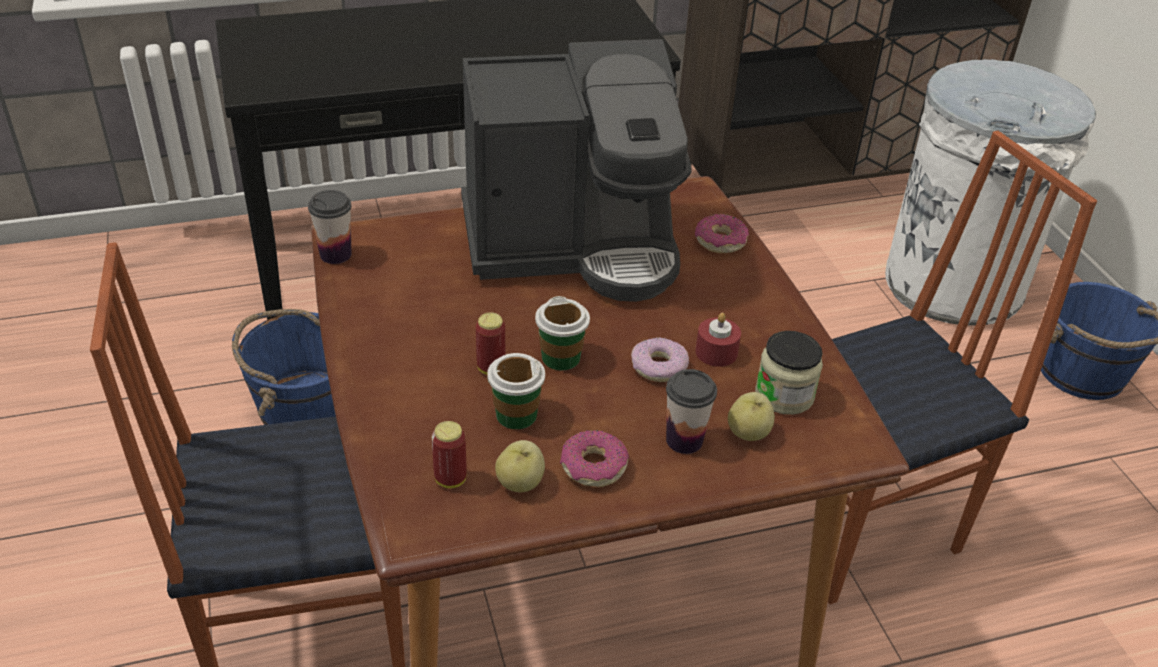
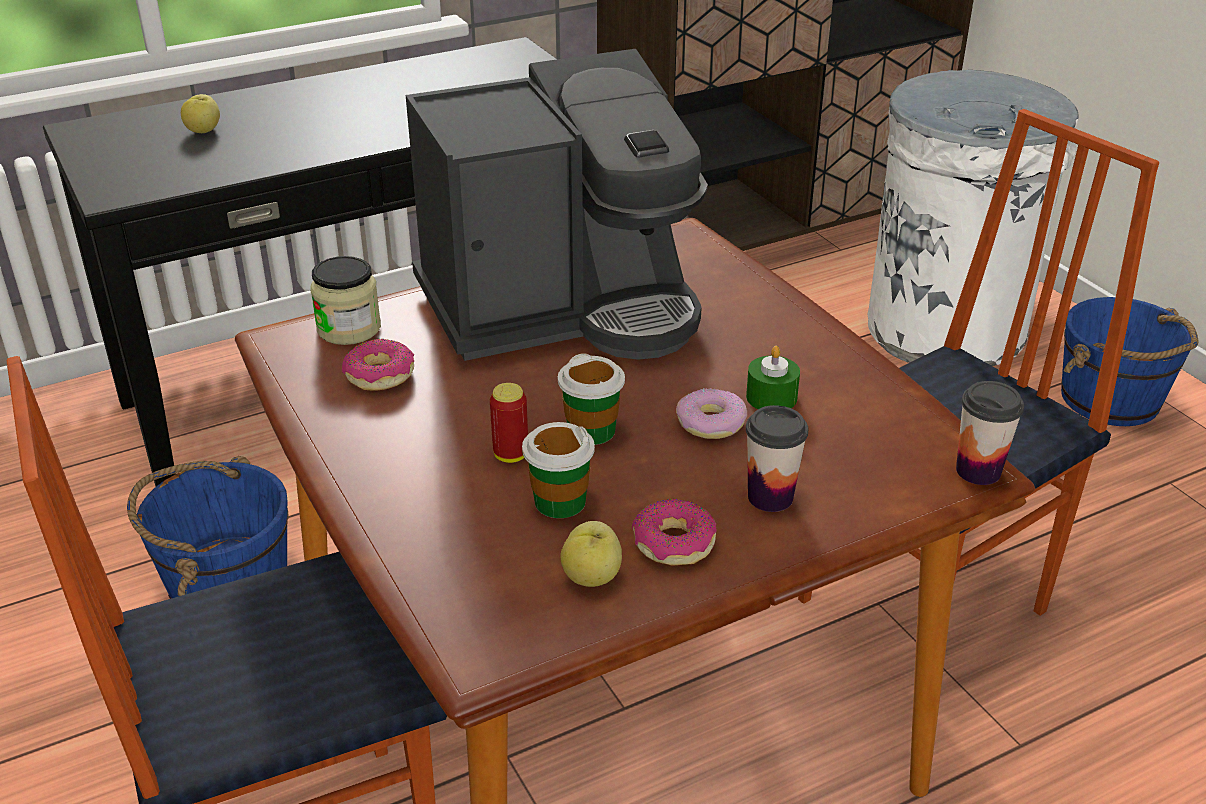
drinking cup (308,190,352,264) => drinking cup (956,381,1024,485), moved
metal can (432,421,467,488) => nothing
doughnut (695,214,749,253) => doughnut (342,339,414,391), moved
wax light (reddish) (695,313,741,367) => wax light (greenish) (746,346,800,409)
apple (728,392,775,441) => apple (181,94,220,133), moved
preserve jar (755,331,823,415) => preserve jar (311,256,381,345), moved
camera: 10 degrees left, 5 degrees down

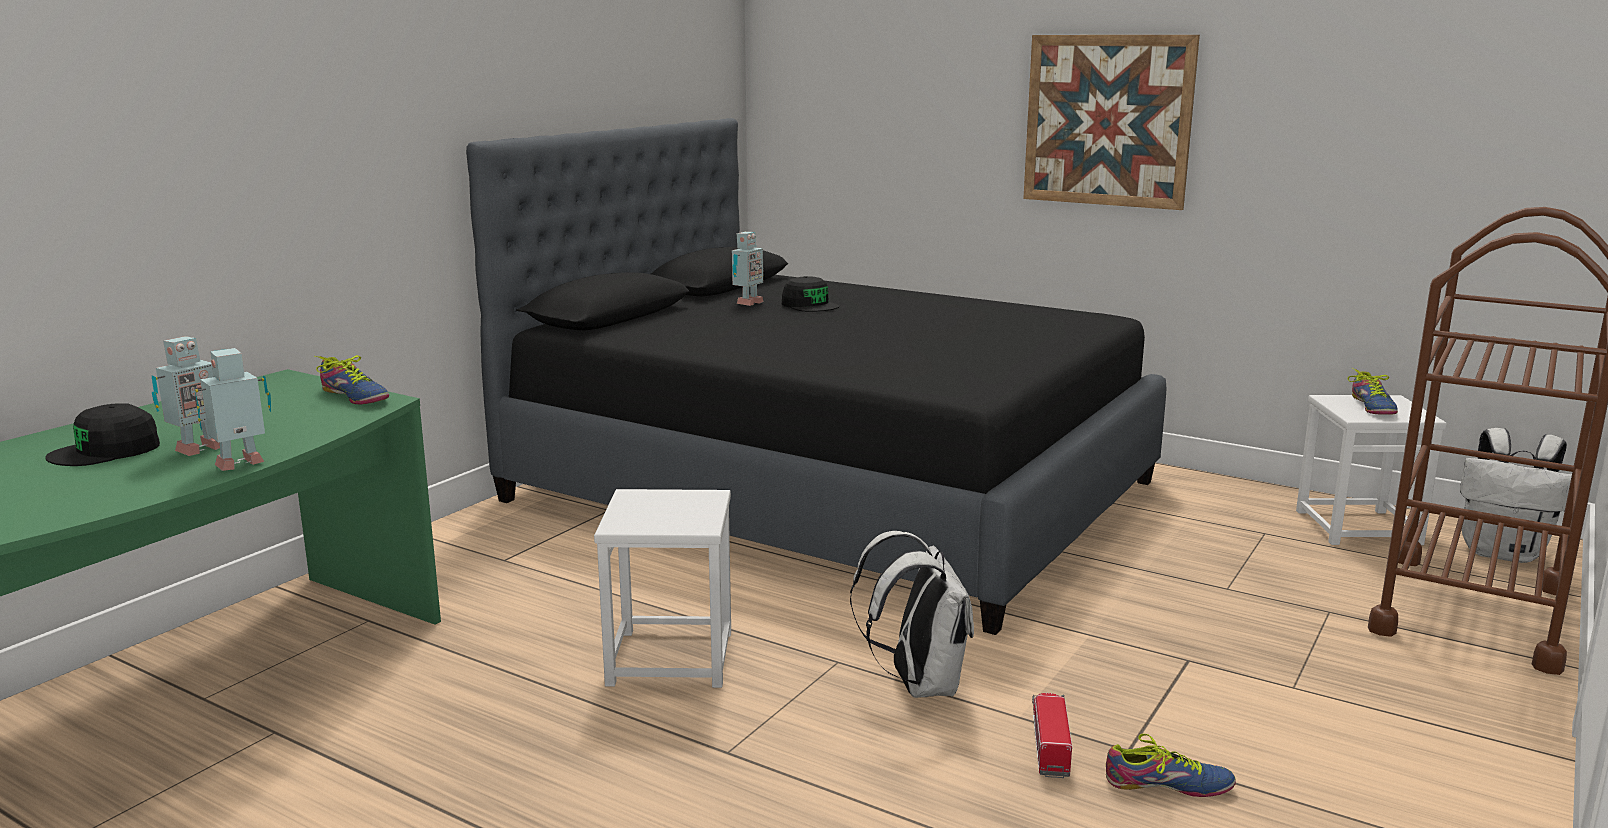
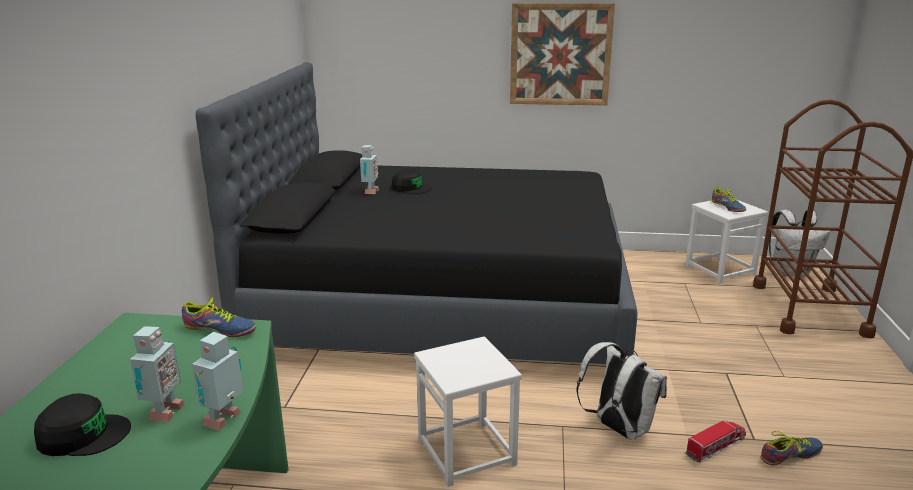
cap (blackish) (45,403,160,466) => cap (blackish) (34,393,131,456), 120 degrees counterclockwise
model truck (1032,693,1072,778) => model truck (685,420,746,463), 75 degrees clockwise
camera: 25 degrees left, 5 degrees up

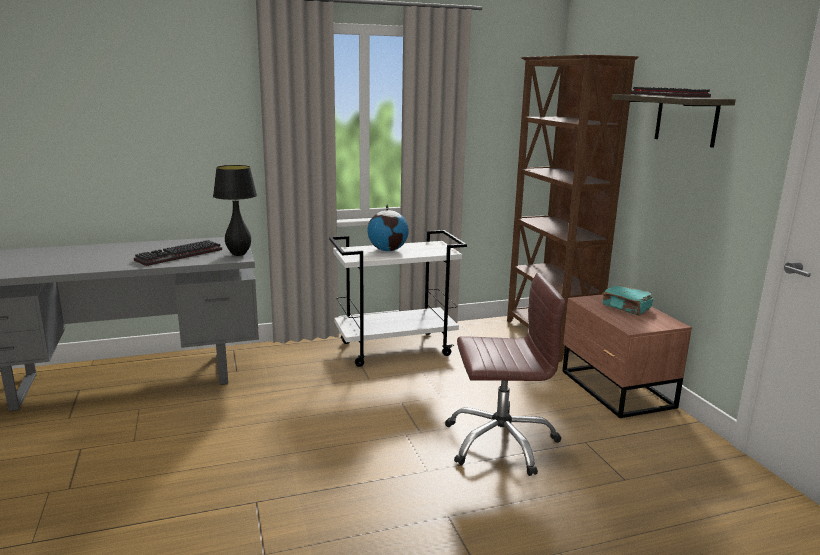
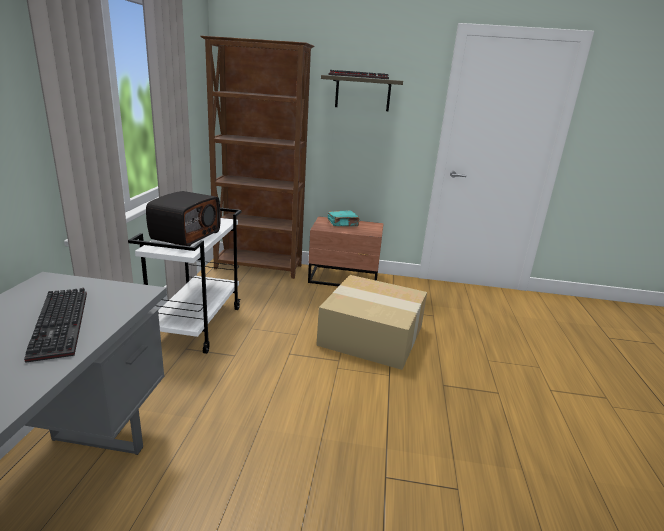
lamp for a table (blackish) (213,165,257,256) => nothing
globe (368,204,409,251) => radio (146,191,221,246)
computer chair (brownish) (445,272,566,476) => packing box (316,275,427,370)
camera: 65 degrees left, 5 degrees up

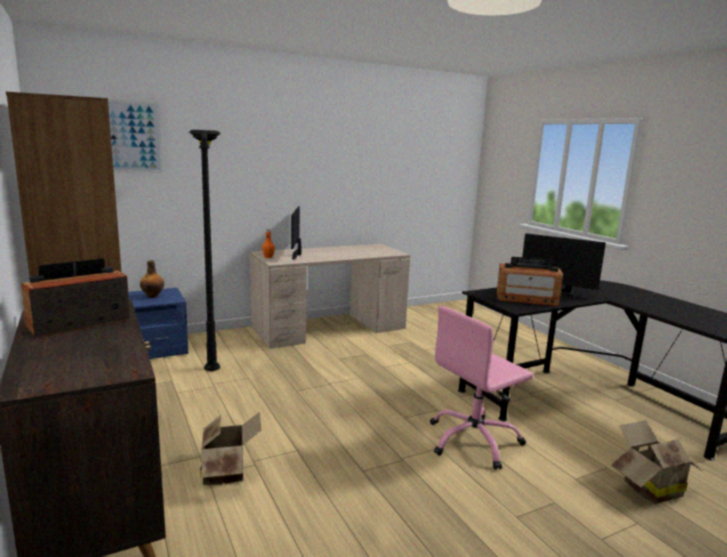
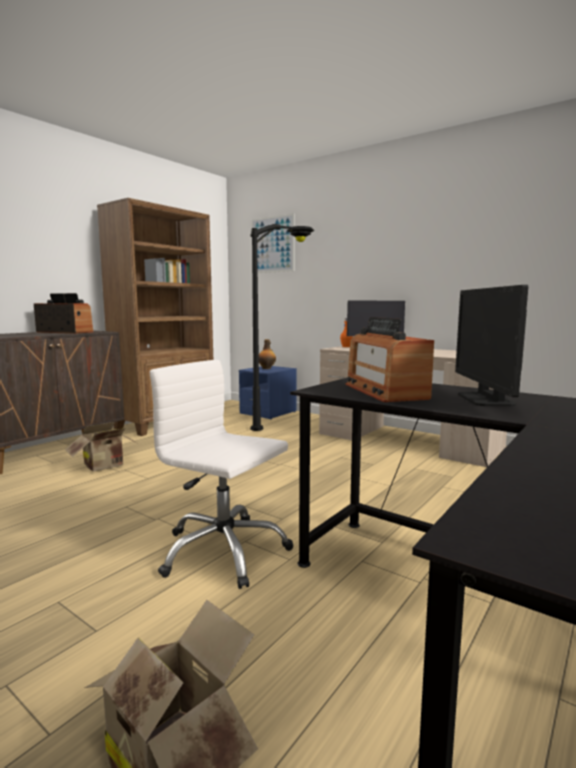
computer chair (pink-coloured) (430,306,533,470) => computer chair (white) (150,360,293,589)
camera: 65 degrees right, 5 degrees down

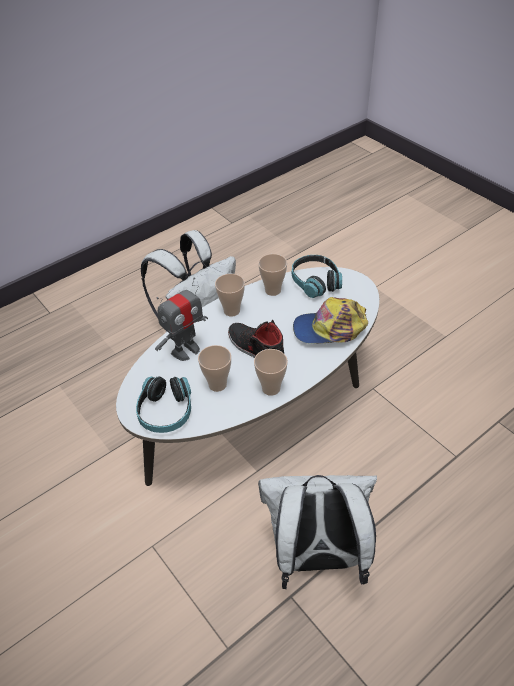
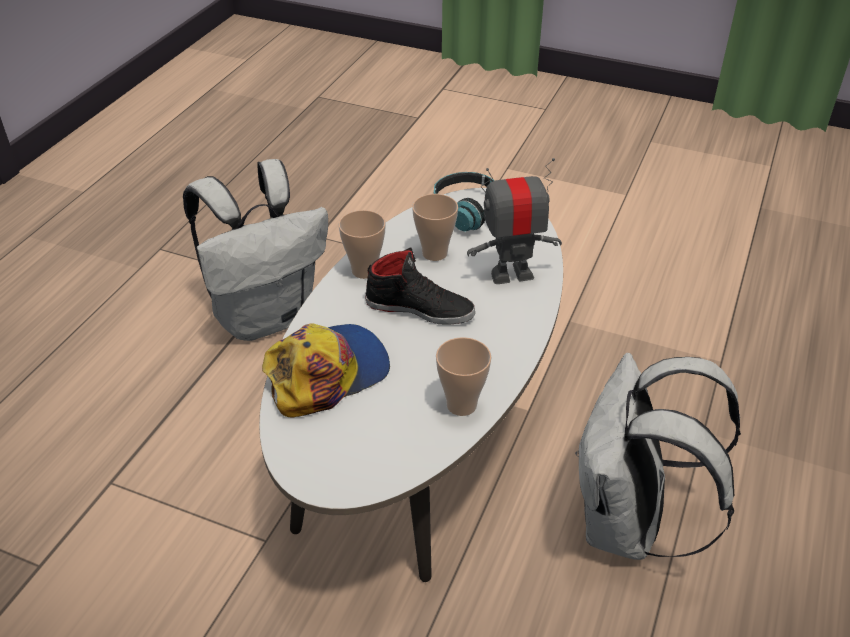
toy robot (155,277,208,361) => toy robot (467,158,562,284), 60 degrees clockwise
drinking cup (215,274,245,317) => nothing
headset (292,255,342,298) => nothing
camera: 150 degrees right, 5 degrees down

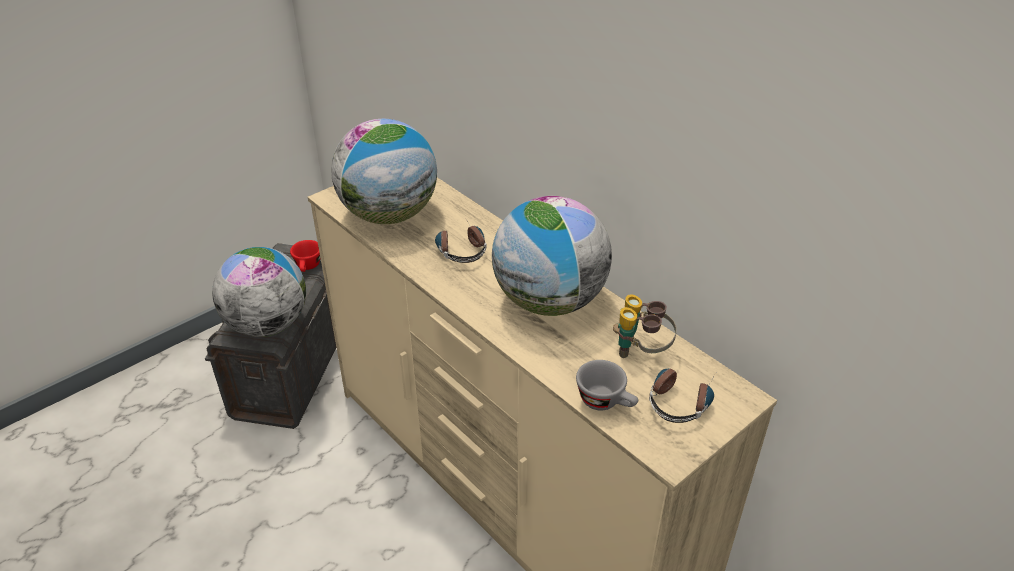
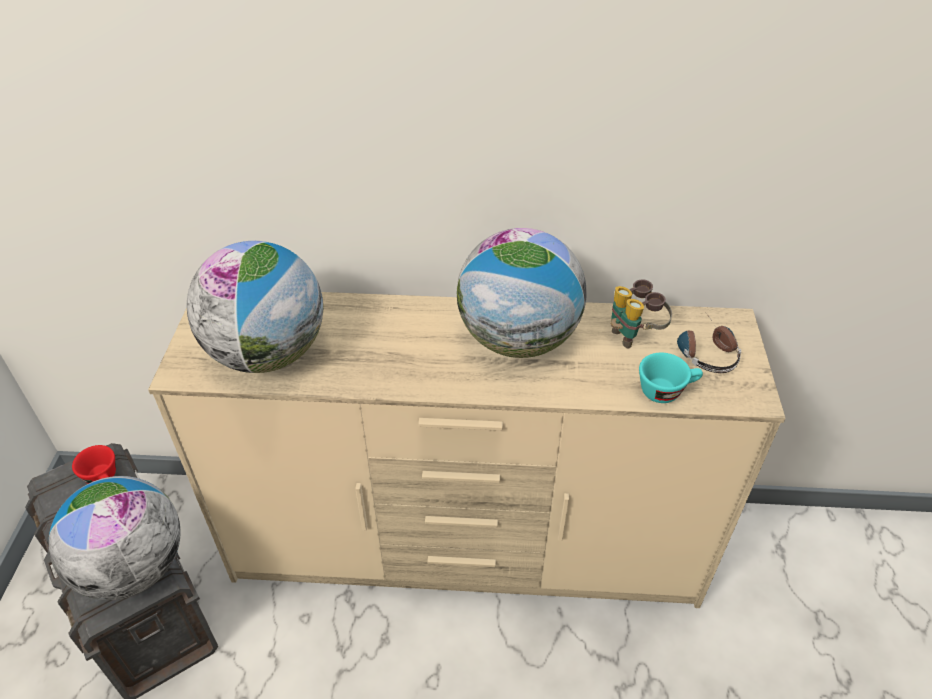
headset (435,219,486,263) => nothing
drinking cup (grey) (576,360,638,411) => drinking cup (blue-green) (639,353,703,403)
camera: 45 degrees left, 5 degrees up

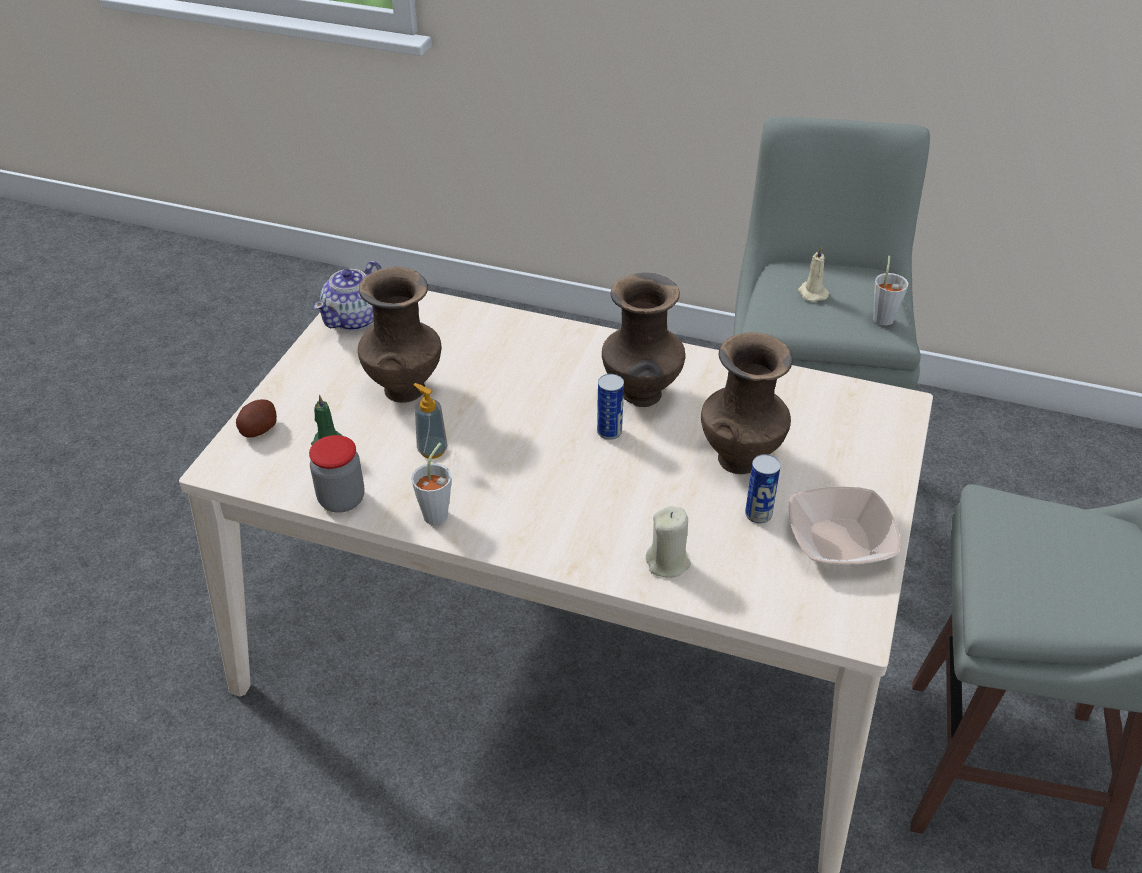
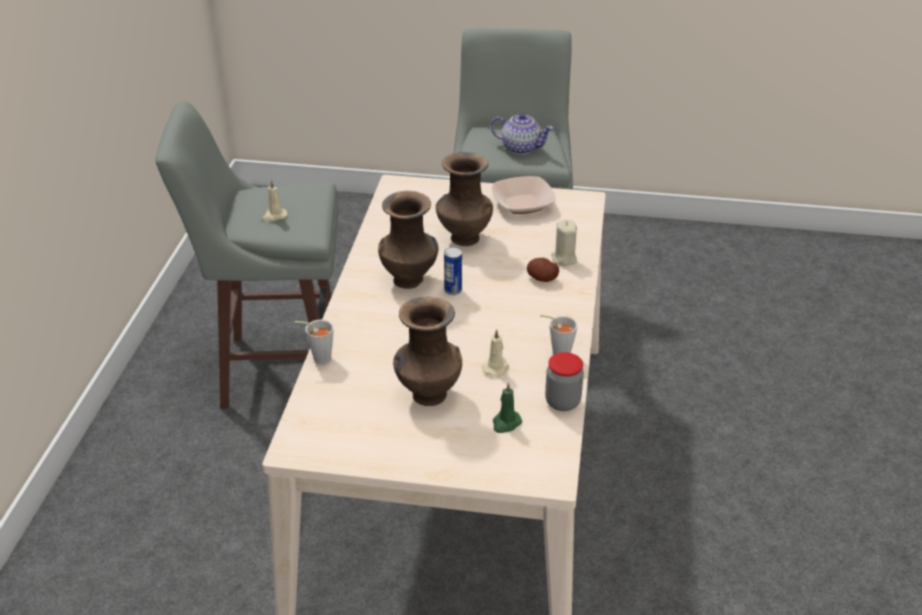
whole potato (236,399,277,438) => whole potato (527,258,559,282), moved
pot for tea (314,261,382,331) => pot for tea (491,113,554,155), moved
soap bottle (413,383,448,459) => wax light (beige-coloured) (482,329,509,377)
metal can (745,454,781,524) => nothing
drinking cup (grey) (873,255,908,326) => drinking cup (grey) (295,320,334,364), moved
camera: 100 degrees left, 5 degrees down

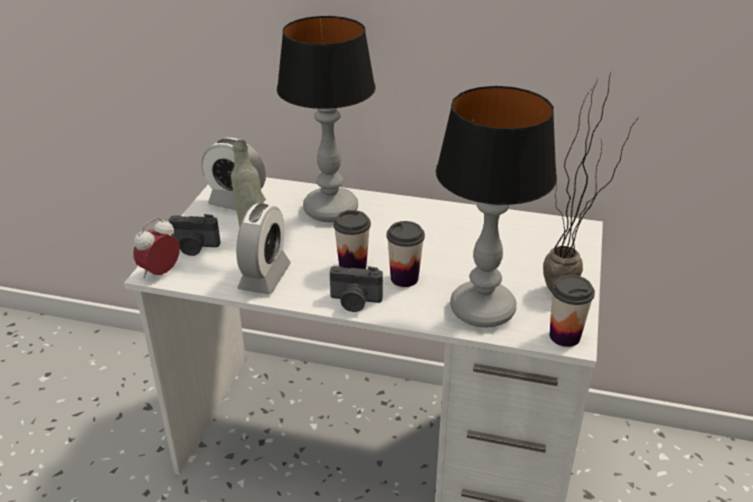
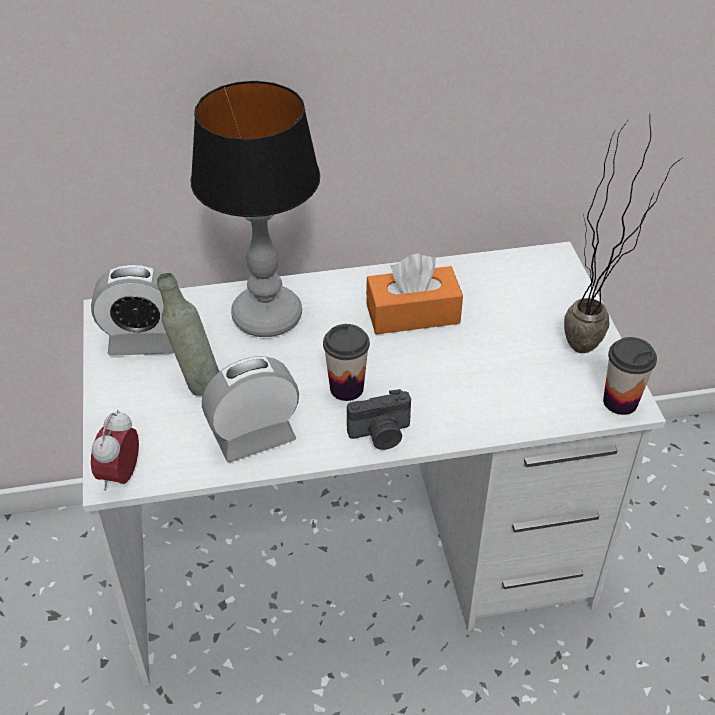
photo camera (169,214,220,256) => nothing
table clock (236,203,291,295) => table clock (202,357,299,462), 105 degrees counterclockwise
drinking cup (386,221,425,287) => nothing
lamp for a table (436,86,557,328) => nothing
nothing => tissue holder (orange-coloured) (366,253,463,334)
camera: 25 degrees left, 10 degrees up

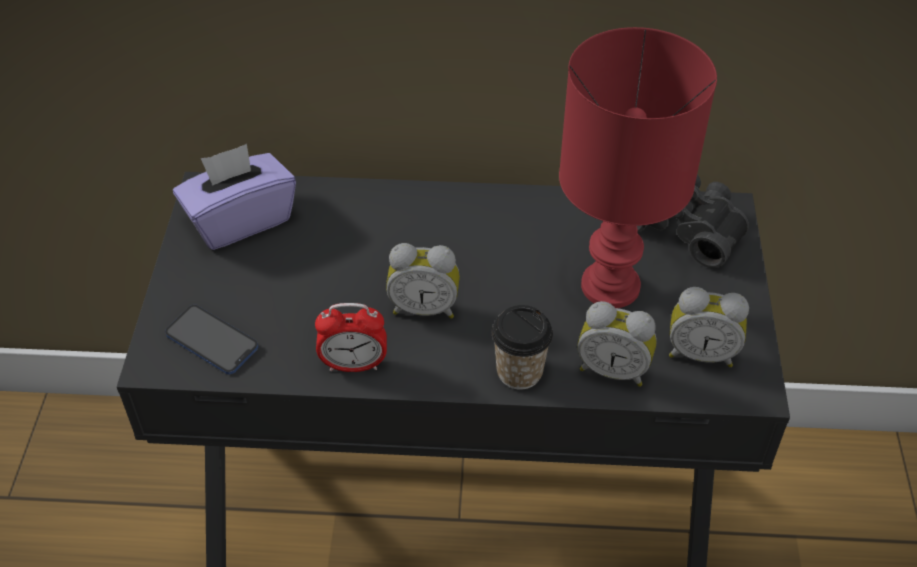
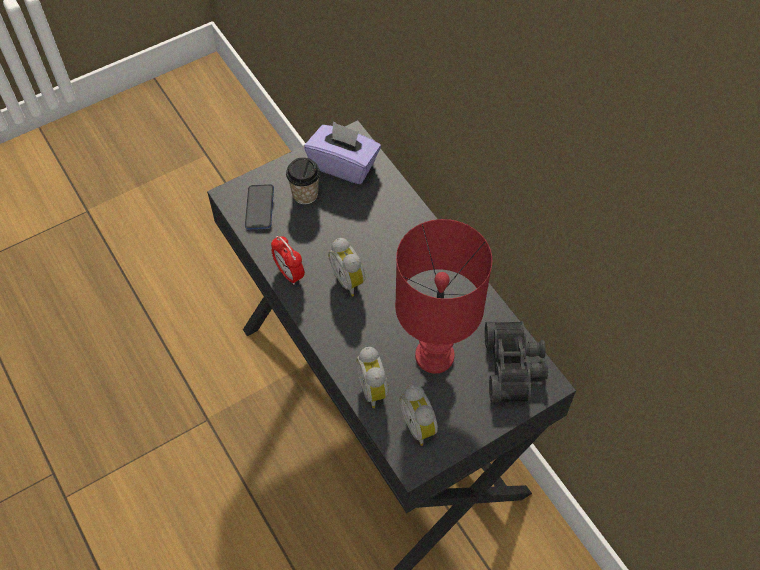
drinking cup (492,305,553,390) => drinking cup (286,157,320,204), moved
camera: 55 degrees right, 10 degrees up

